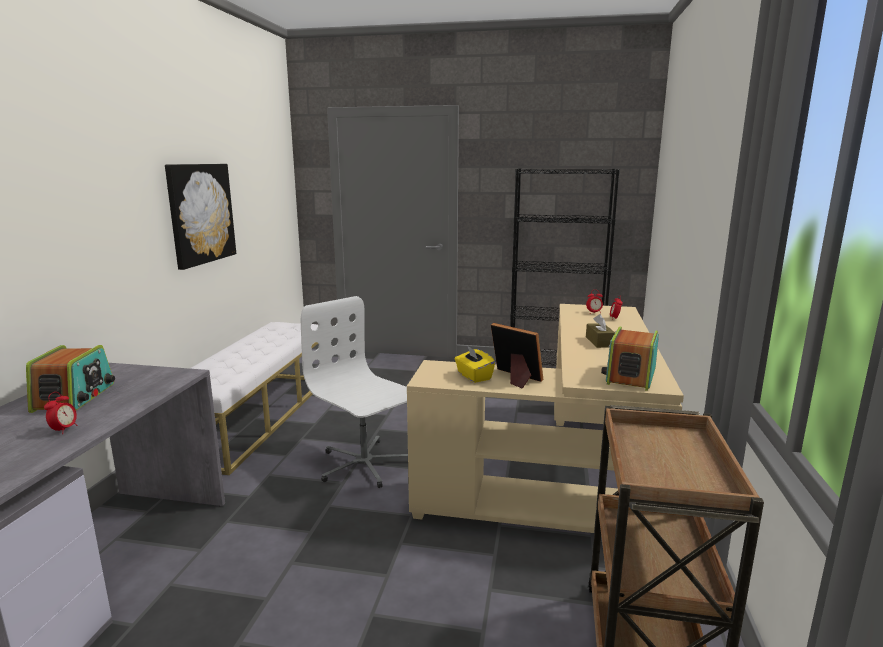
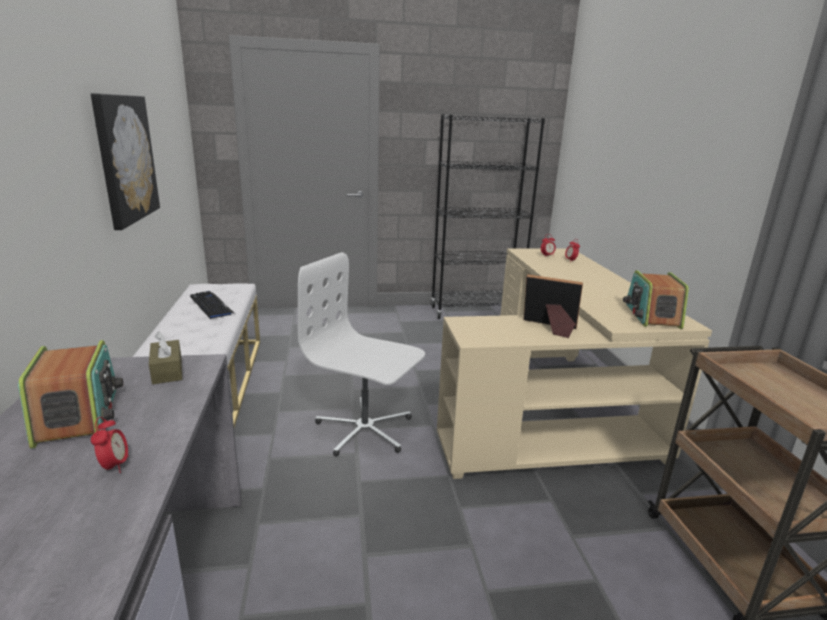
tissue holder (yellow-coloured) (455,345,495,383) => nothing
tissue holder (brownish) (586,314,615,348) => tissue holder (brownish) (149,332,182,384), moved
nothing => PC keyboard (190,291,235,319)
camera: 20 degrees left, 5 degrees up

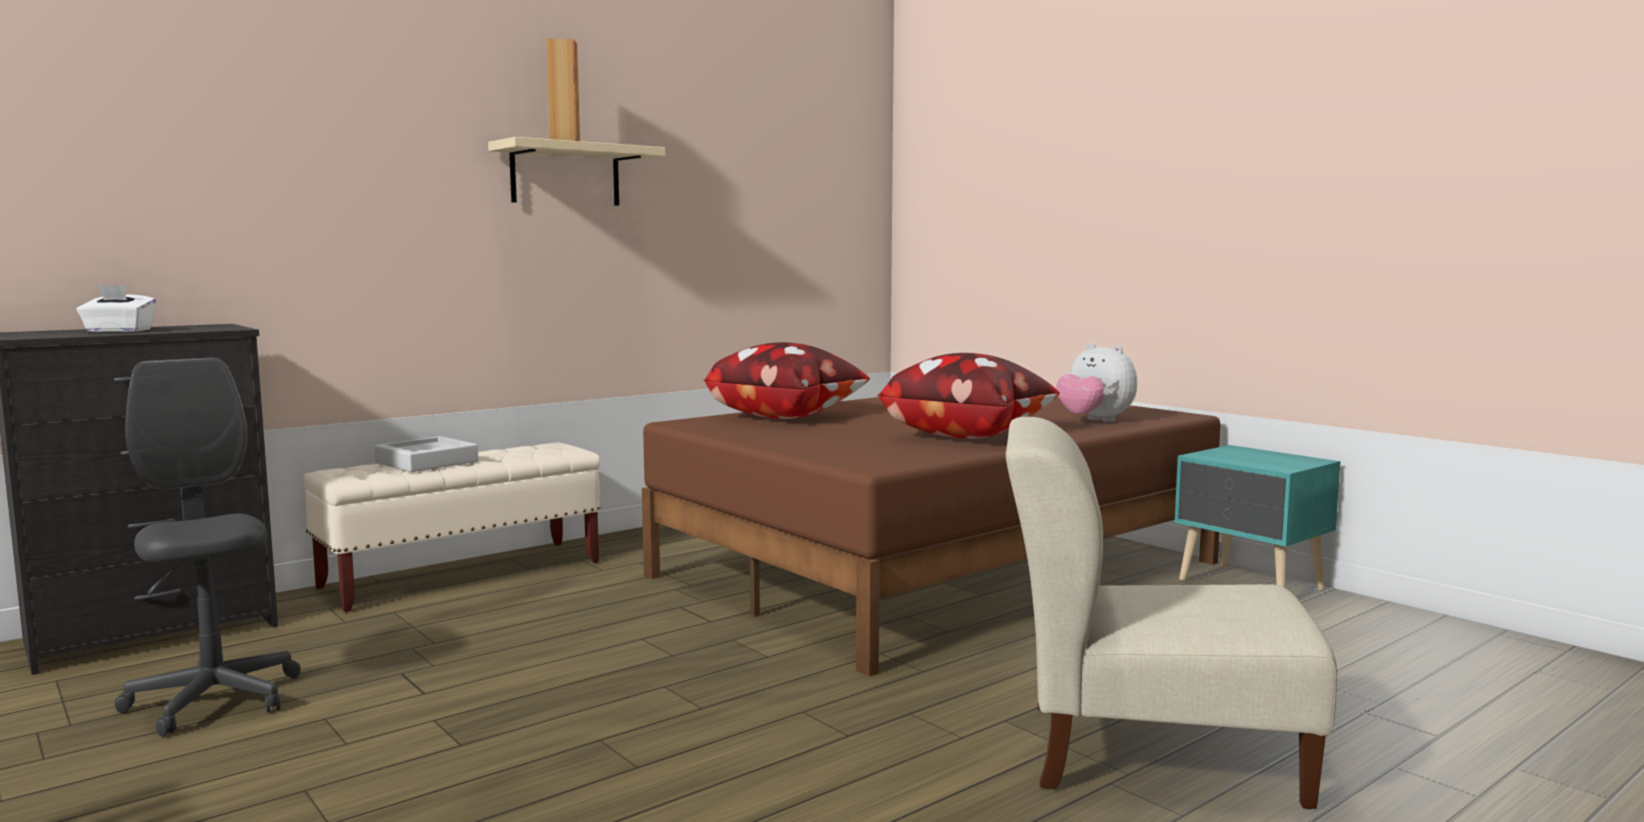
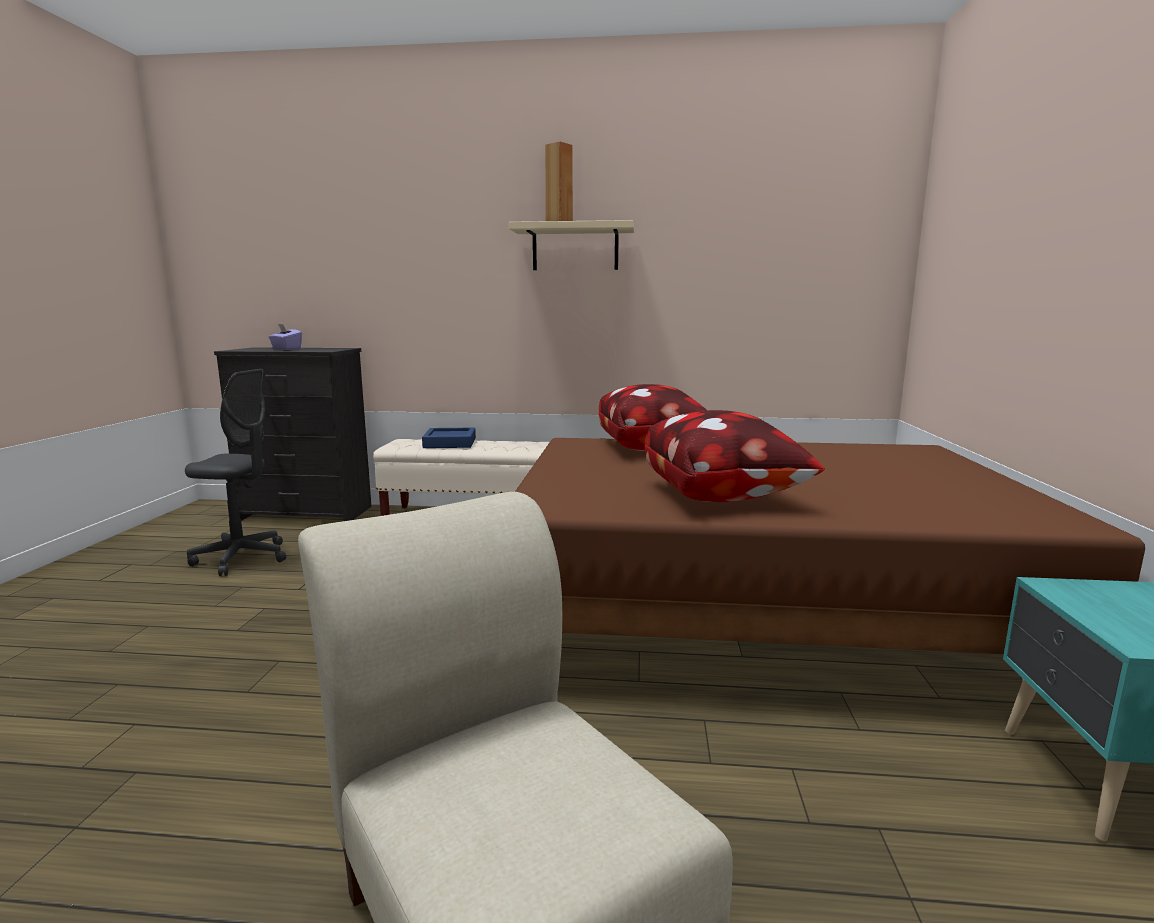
tissue holder (white) (77,285,156,332) => tissue holder (purple) (269,324,302,350)
computer chair (grey) (115,358,301,737) => computer chair (grey) (185,369,286,576), 90 degrees clockwise
serving tray (grey) (374,436,478,472) => serving tray (blue) (422,428,476,448)
plush toy (1056,343,1137,422) => nothing
camera: 45 degrees right, 5 degrees up

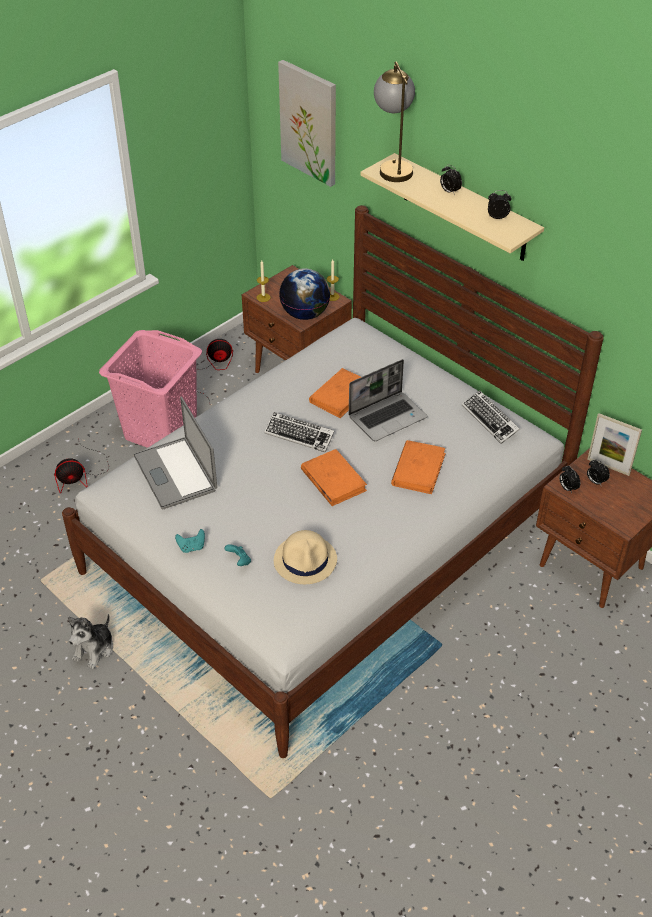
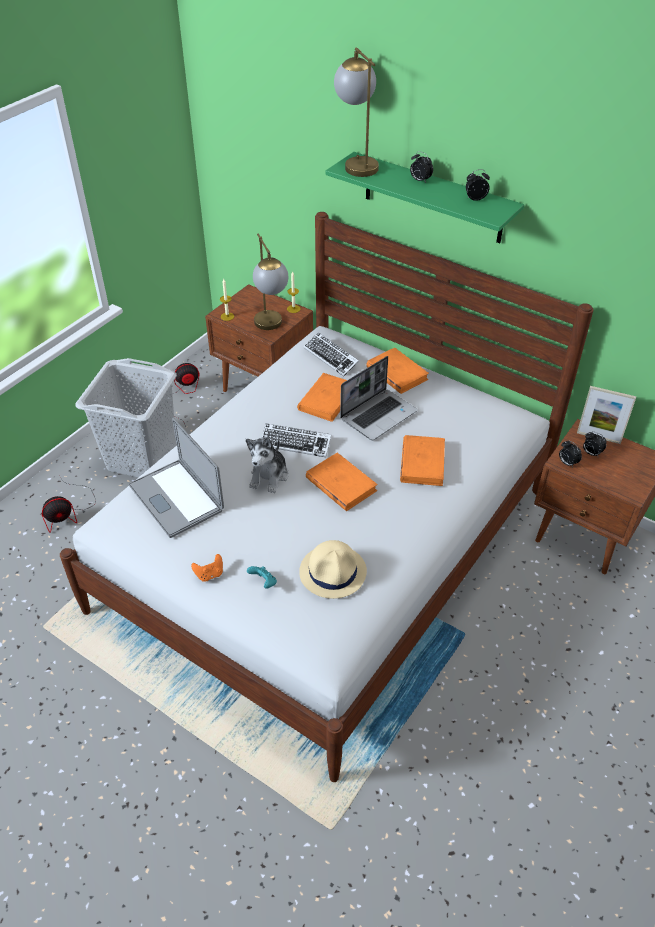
plush toy (68,614,113,669) => plush toy (246,437,288,493), moved
hamper (pink-coloured) (99,330,202,448) => hamper (grey) (75,358,177,477)
joypad (blue-green) (175,529,205,553) => joypad (orange-coloured) (191,554,223,582)
wall picture (278,60,336,187) => nothing
globe (279,268,330,320) => lamp for a table (253,234,288,330)
shelf (beige-coloured) (360,153,544,261) => shelf (greenish) (326,152,524,243)
PC keyboard (462,390,520,444) => PC keyboard (304,332,359,377), moved
nothing => volume (orange-coloured) (366,348,429,394)
camera: 10 degrees left, 0 degrees up

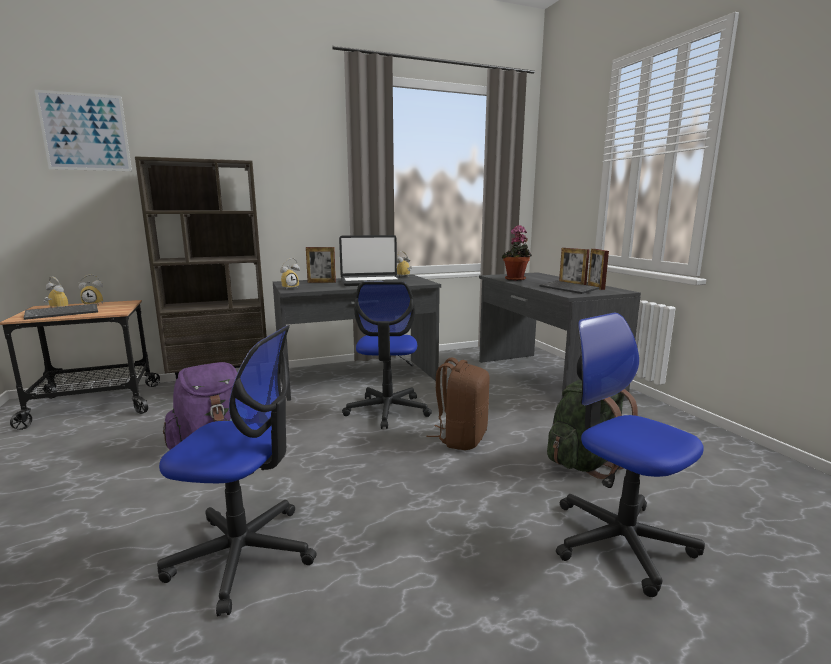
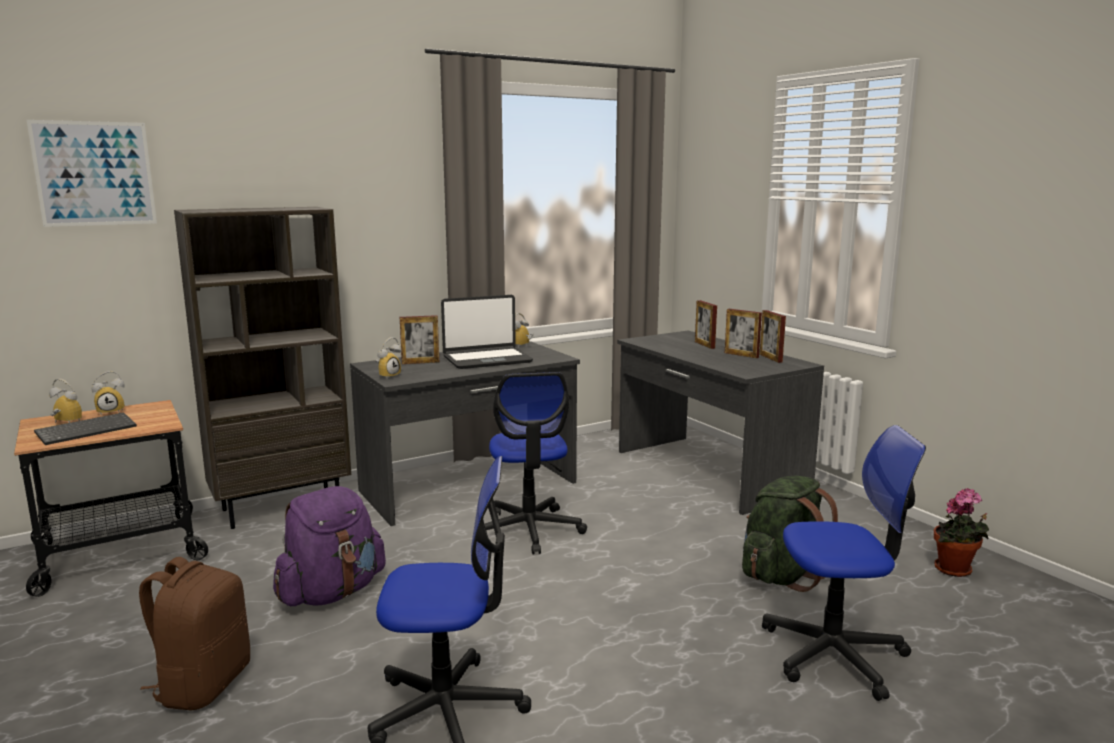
backpack (brownish) (426,358,490,450) => backpack (brownish) (139,557,250,710), moved
potted plant (502,225,532,281) => potted plant (934,488,989,577), moved
PC keyboard (540,281,599,294) => nothing
computer chair (556,313,705,597) => computer chair (762,425,926,701), 135 degrees clockwise
nothing => picture frame (695,300,717,349)
camera: 10 degrees left, 0 degrees up

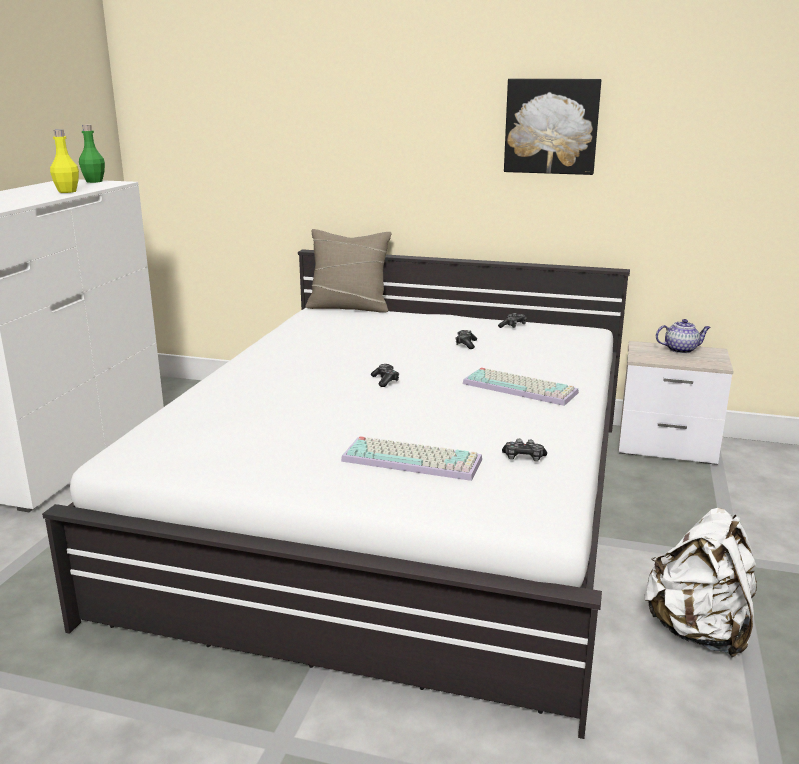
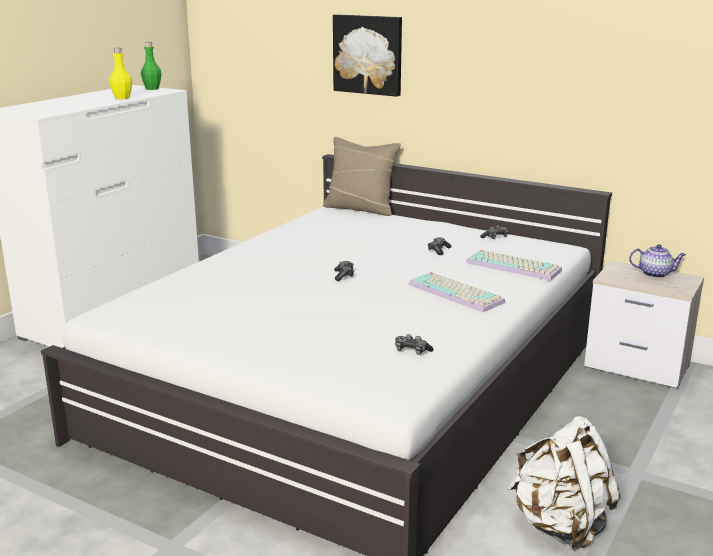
PC keyboard (341,436,482,481) => PC keyboard (466,250,562,281), moved
wall picture (504,79,601,175) => wall picture (333,14,402,97), moved
camera: 15 degrees right, 0 degrees up

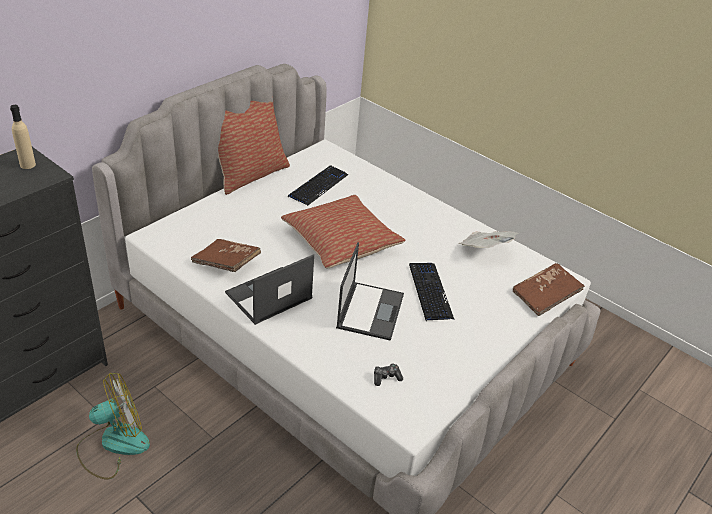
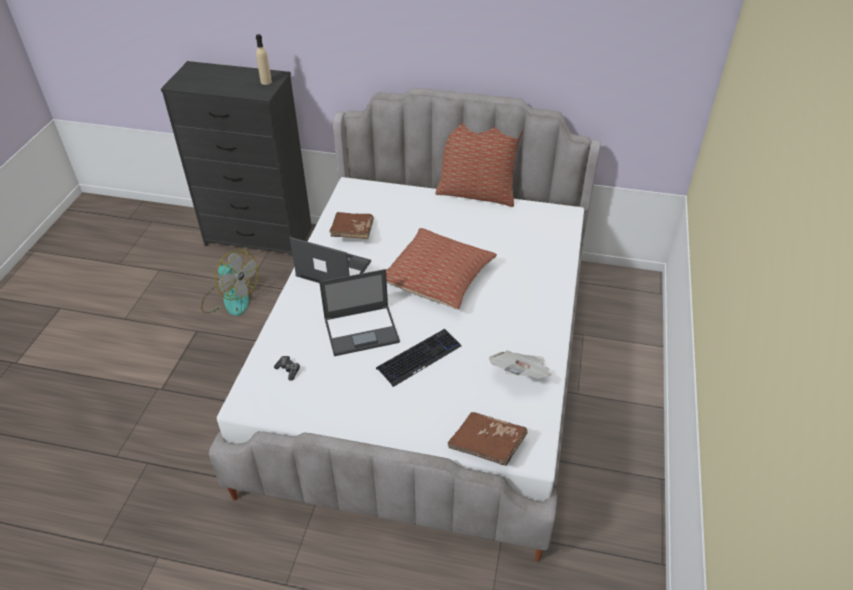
PC keyboard (288,165,348,206) => nothing
camera: 65 degrees right, 5 degrees up

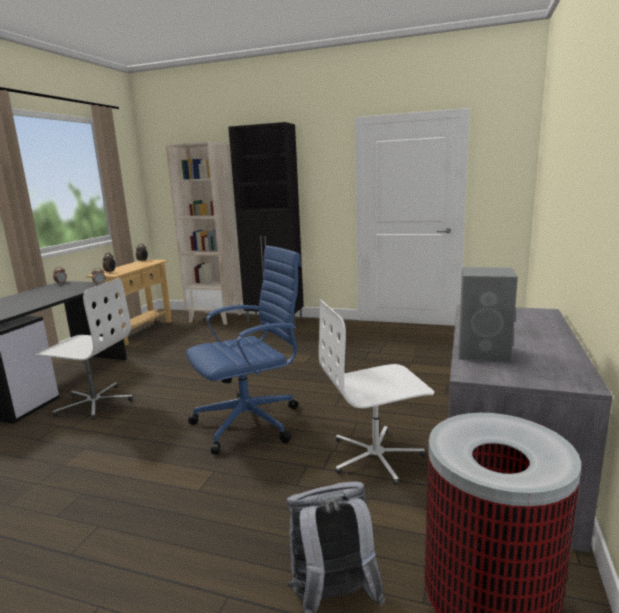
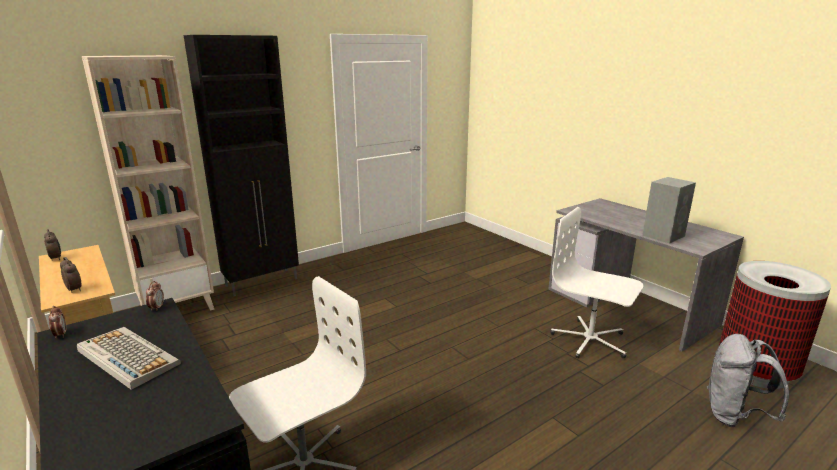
computer chair (blue) (186,245,301,454) => nothing
computer chair (white) (319,299,434,485) => computer chair (white) (550,207,644,358), 105 degrees clockwise
nothing => PC keyboard (77,327,181,390)
camera: 55 degrees left, 5 degrees up

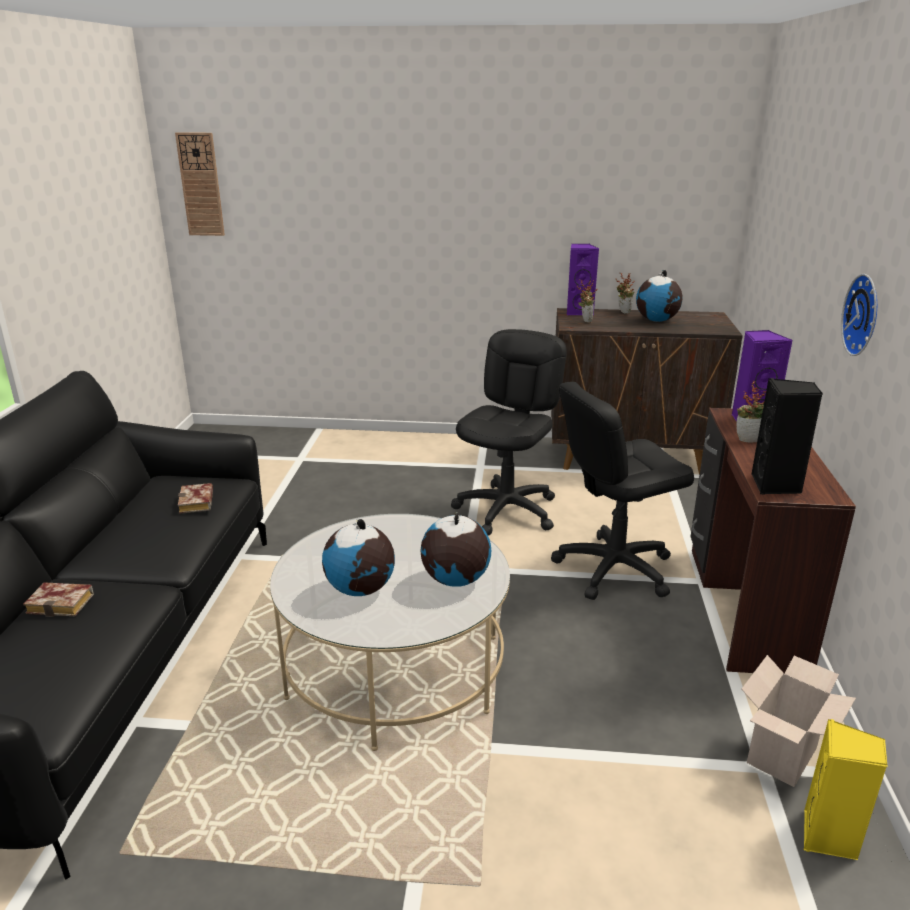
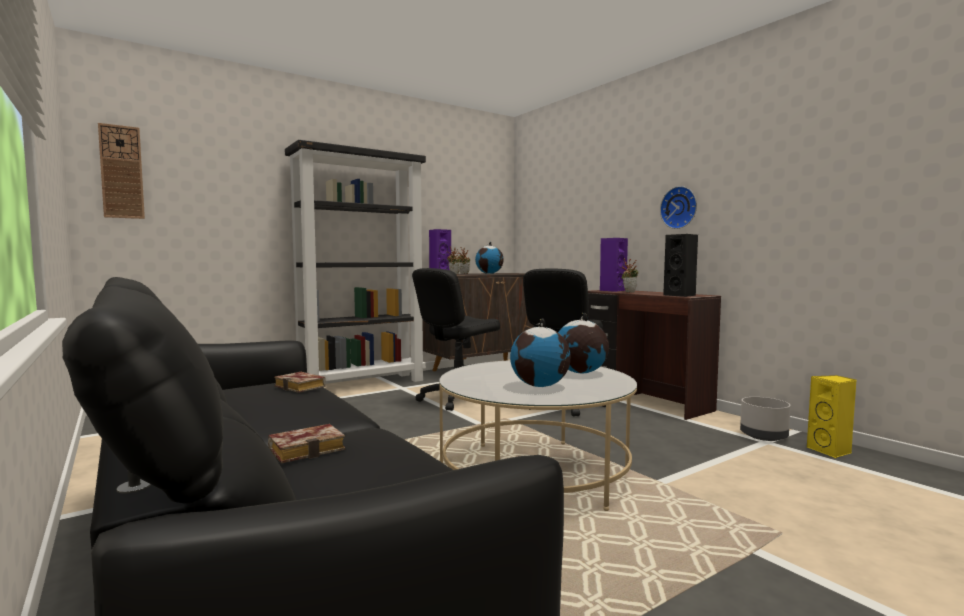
computer chair (blackish) (451,329,567,536) => computer chair (blackish) (412,268,501,411), 120 degrees counterclockwise
packing box (742,655,856,787) => plant pot (grey) (740,397,791,441)
nothing => bookshelf (blackish) (285,140,426,382)
camera: 40 degrees left, 20 degrees down

